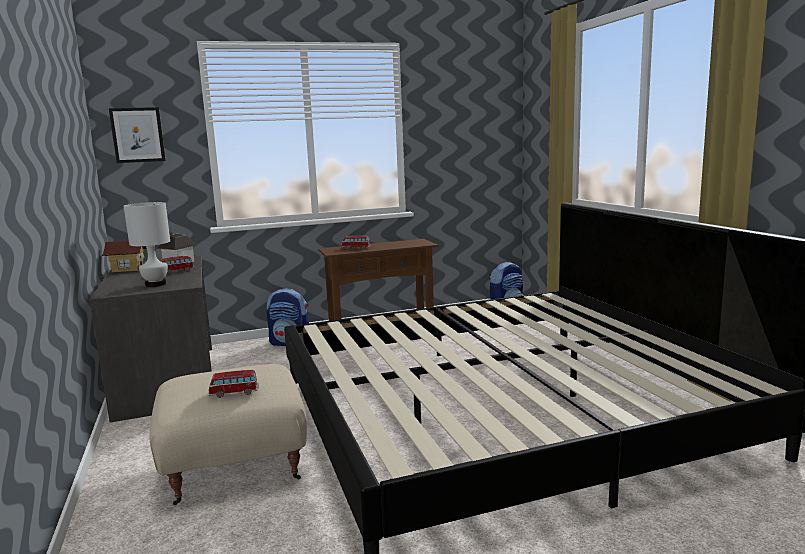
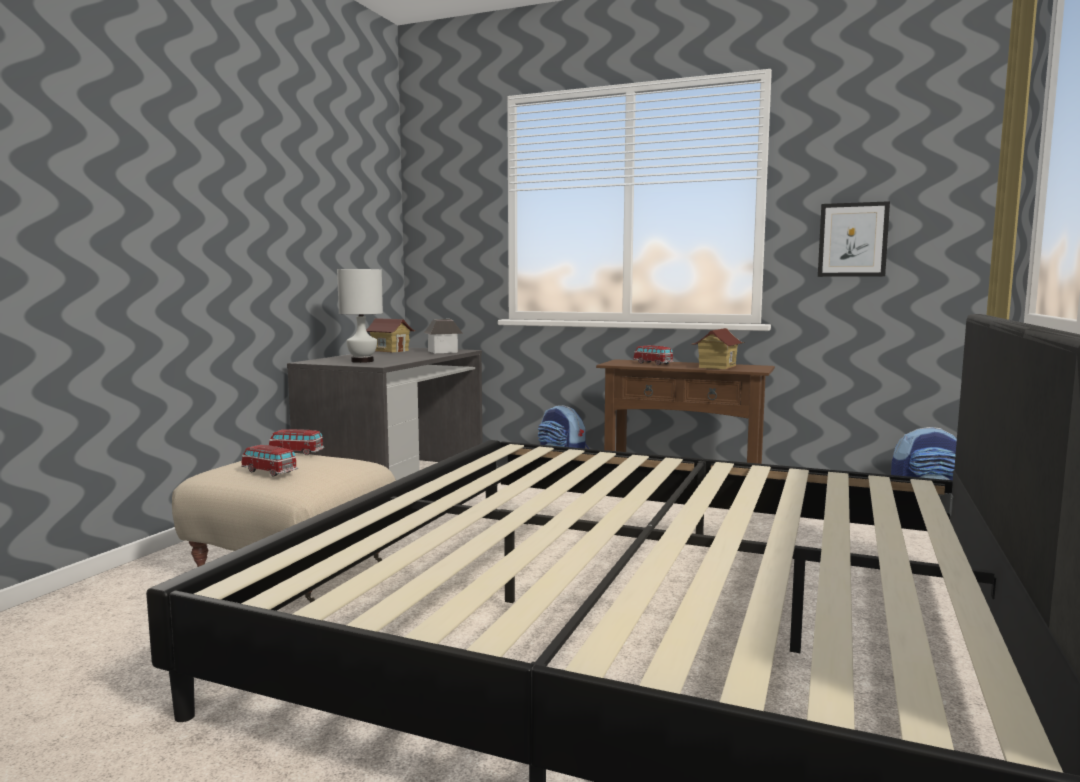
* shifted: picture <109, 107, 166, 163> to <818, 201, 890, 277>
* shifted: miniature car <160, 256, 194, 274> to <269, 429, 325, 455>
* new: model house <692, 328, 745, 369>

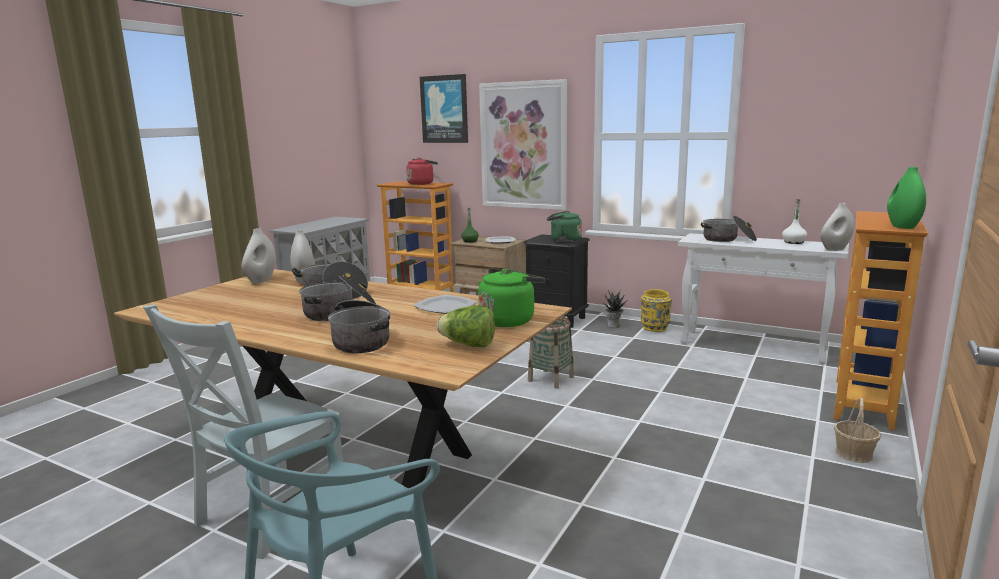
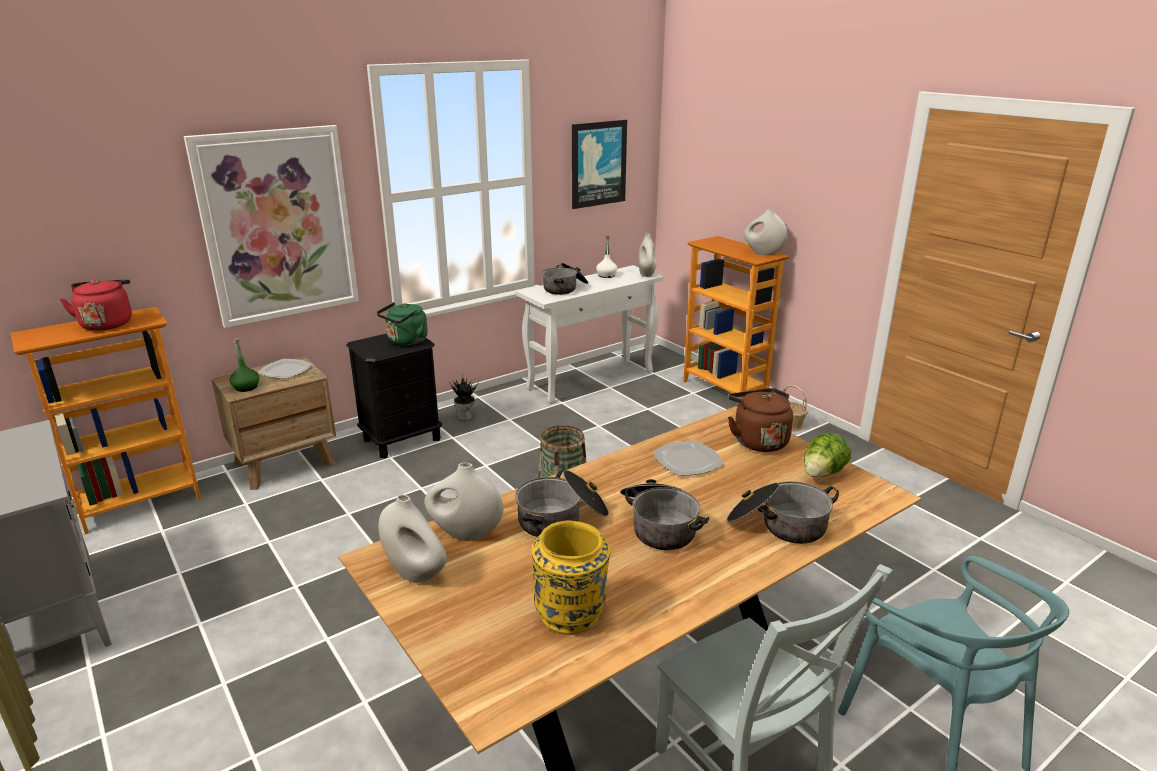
* shifted: picture <420, 74, 468, 143> to <572, 120, 627, 209>
* repainted: greenish flower vase <887, 167, 926, 229> to white-coloured flower vase <744, 209, 788, 255>
* repainted: greenish water kettle <478, 268, 545, 327> to brown water kettle <728, 388, 793, 452>
* shifted: yellow flower vase <641, 289, 672, 332> to <532, 521, 610, 635>

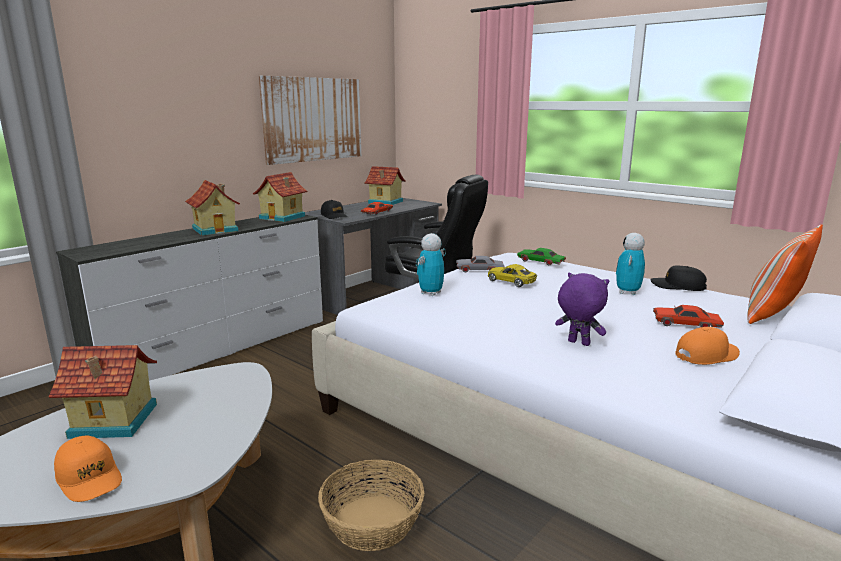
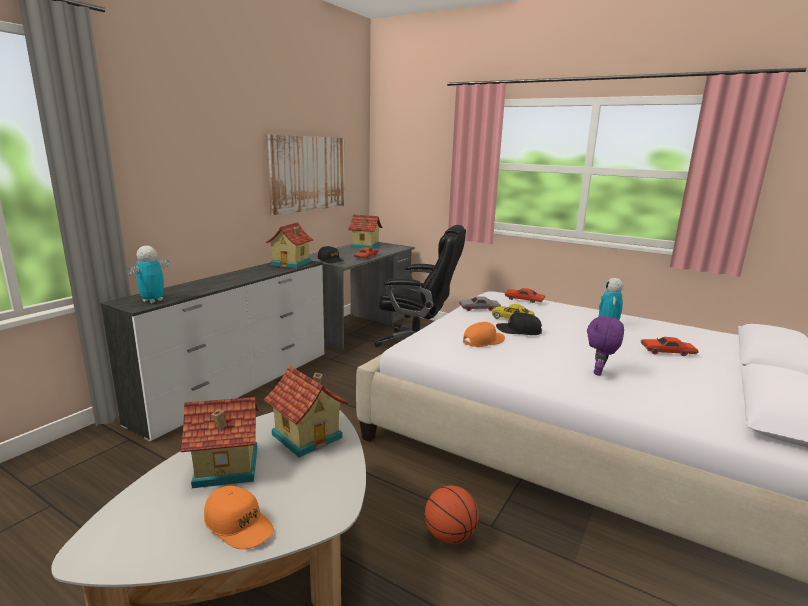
* shifted: model house <185, 180, 240, 236> to <264, 365, 348, 457>
* gone: throw pillow <748, 224, 823, 324>
* shifted: robot figure <416, 233, 446, 296> to <126, 246, 169, 303>
* repainted: greenish miniature car <517, 248, 566, 265> to red miniature car <505, 288, 545, 303>
* shifted: black cap <651, 265, 707, 291> to <496, 313, 542, 335>
* rotated: purplish cuddly toy <555, 273, 609, 346> = <587, 315, 624, 376> 90 degrees counterclockwise
* shifted: orange cap <675, 327, 740, 365> to <463, 322, 505, 347>
* swapped: household basket <318, 460, 424, 551> to ball for basketball <425, 485, 479, 544>

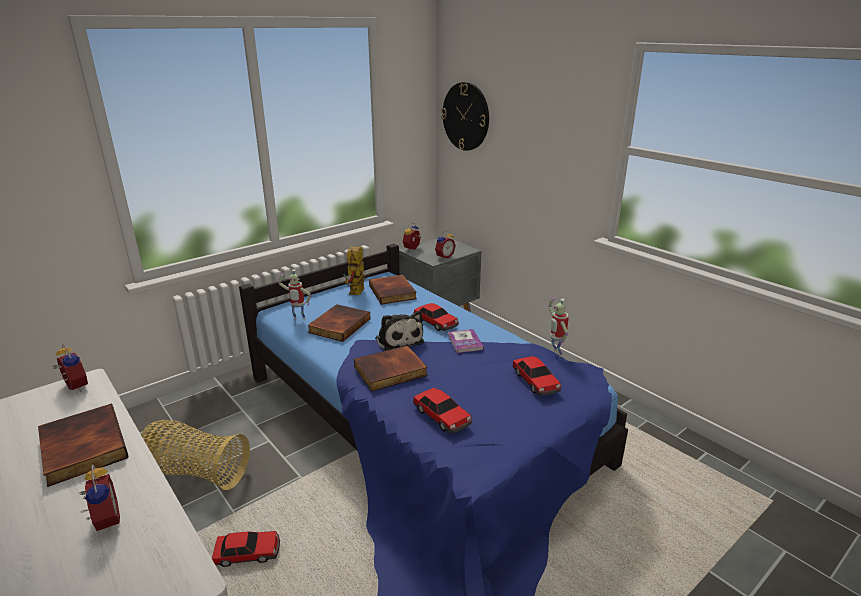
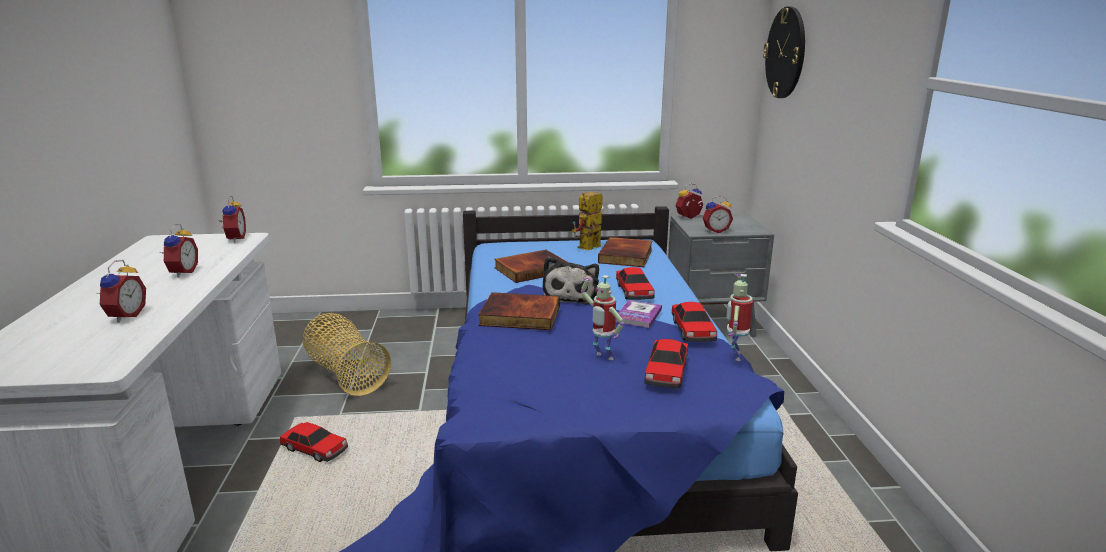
* shifted: robot figure <278, 270, 311, 320> to <581, 275, 624, 360>
* shifted: miniature car <413, 388, 472, 433> to <672, 302, 717, 342>
* swapped: book <38, 403, 129, 487> to bedside clock <160, 224, 198, 278>

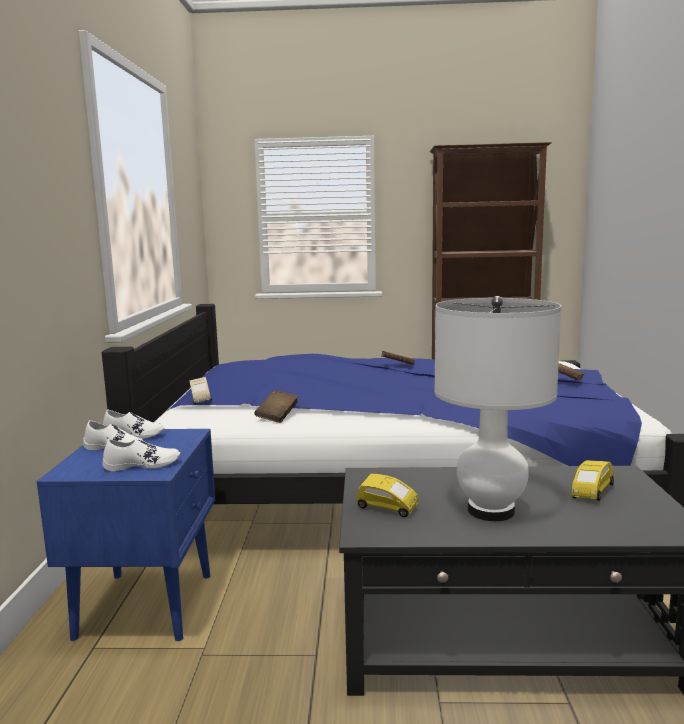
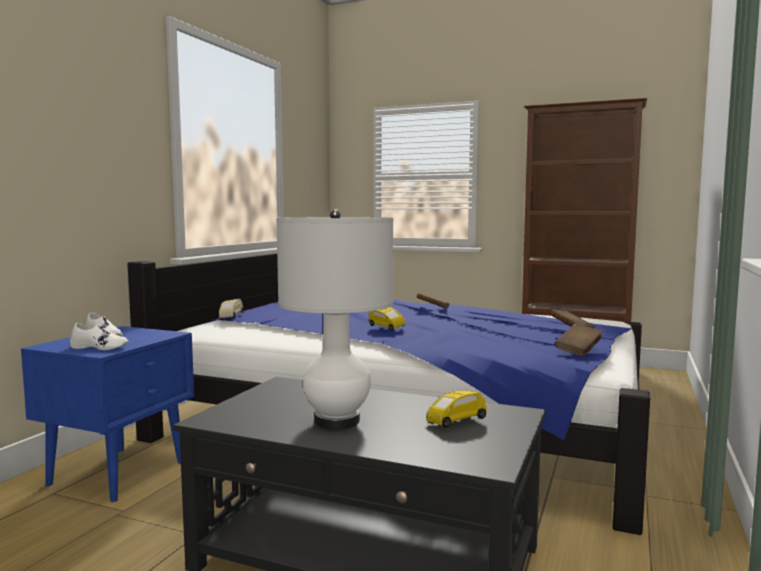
* shifted: brown book <255, 390, 298, 423> to <555, 323, 603, 356>
* gone: white-coloured low shoe <103, 410, 165, 439>
* shifted: yellow miniature car <356, 474, 419, 517> to <369, 307, 406, 331>

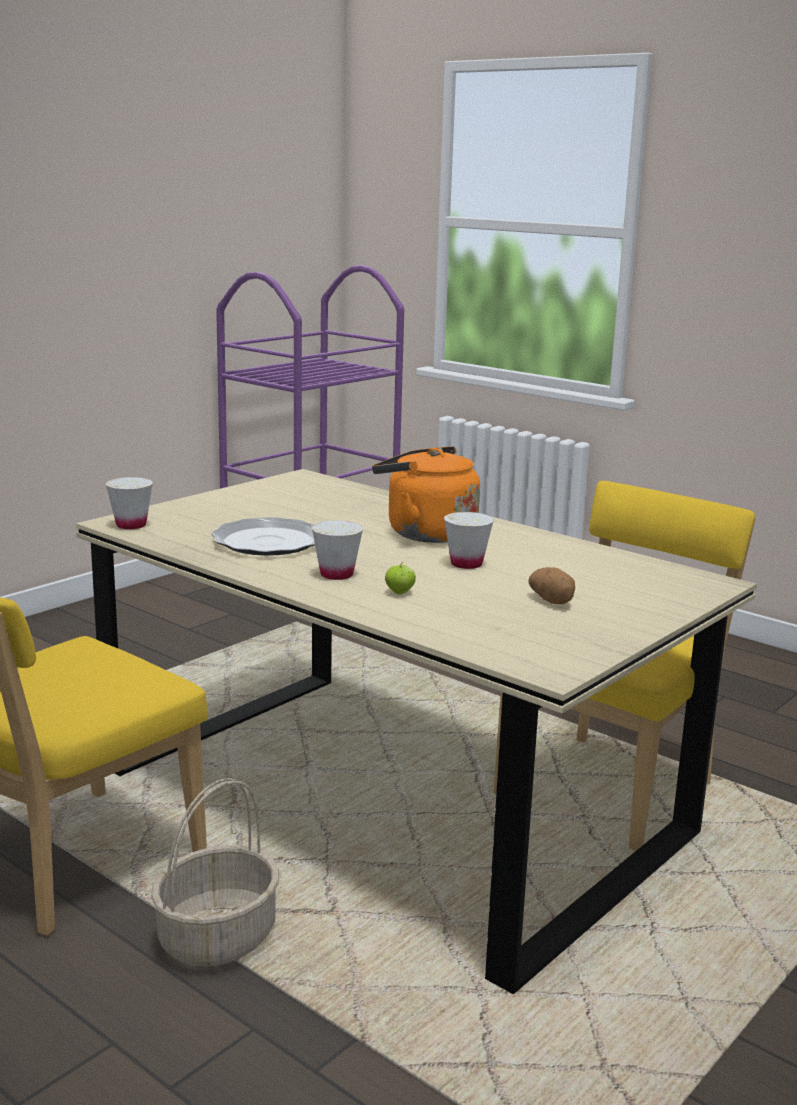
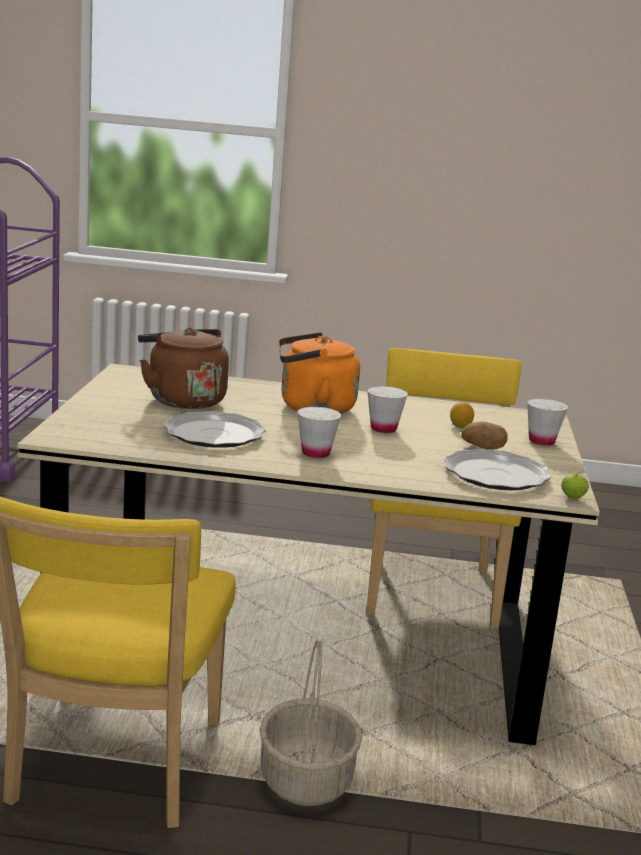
* shifted: white-coloured cup <106, 477, 153, 529> to <527, 398, 568, 445>
* shifted: apple <385, 562, 416, 594> to <561, 472, 589, 500>
* new: brown water kettle <138, 327, 229, 409>
* new: whole lemon <450, 402, 474, 428>
* new: plate <444, 449, 551, 490>

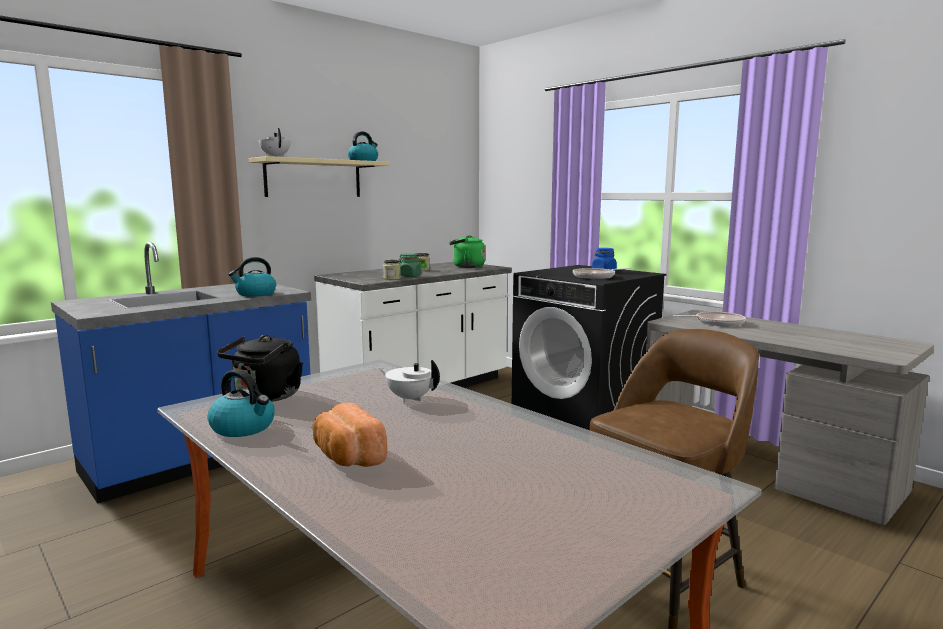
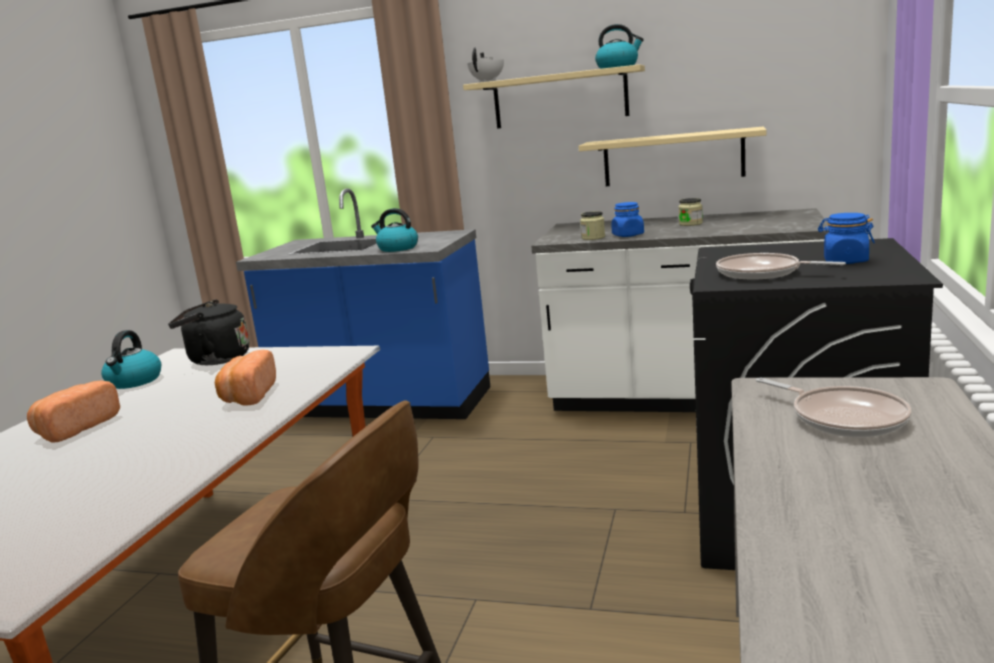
* gone: greenish water kettle <449, 235, 485, 268>
* repainted: greenish preserve jar <399, 253, 422, 277> to blue-coloured preserve jar <611, 202, 644, 237>
* swapped: white-coloured tea pot <379, 360, 440, 402> to bakery bread <215, 350, 276, 405>
* new: beige wall shelf <578, 127, 766, 186>

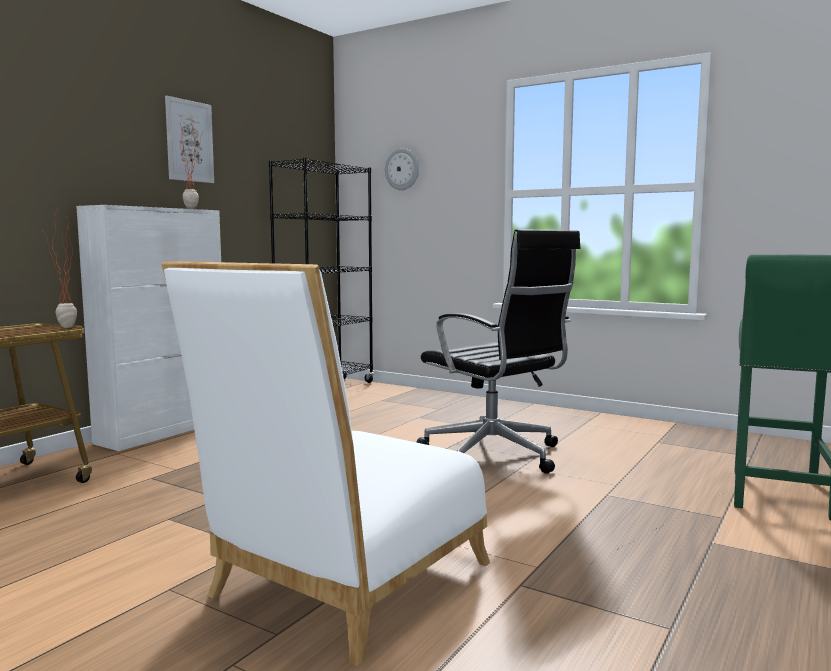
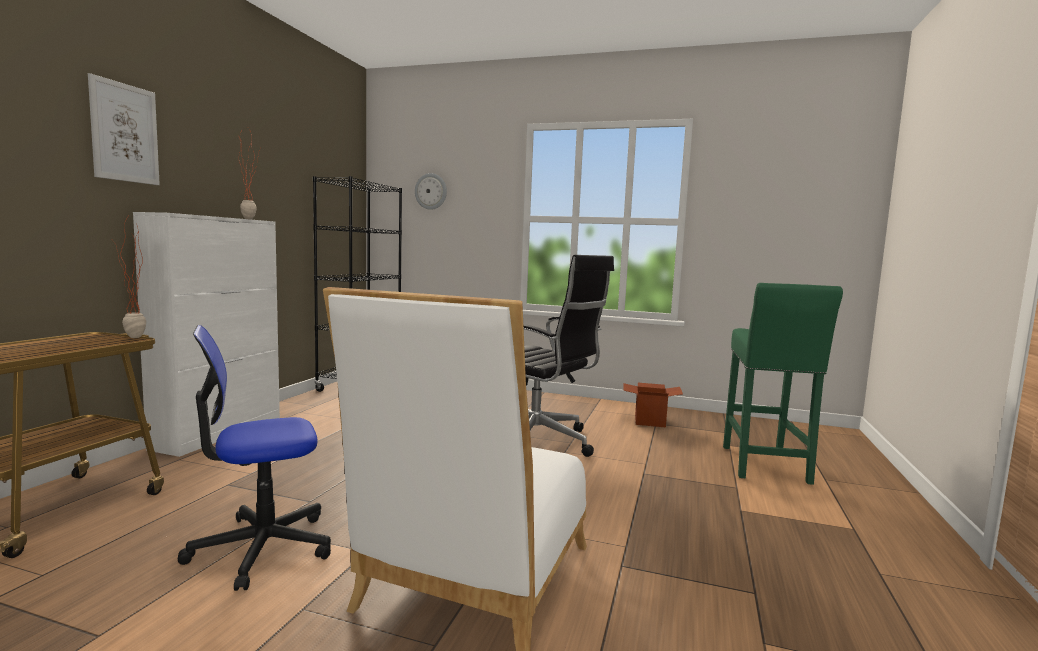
* shifted: picture <165, 96, 214, 183> to <88, 73, 160, 185>
* new: computer chair <177, 325, 331, 591>
* new: packing box <624, 383, 683, 428>

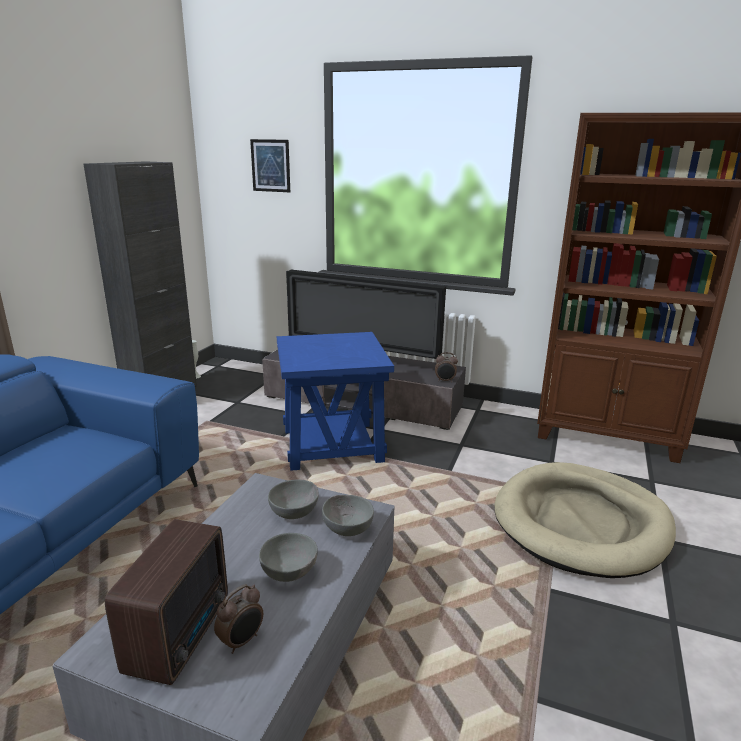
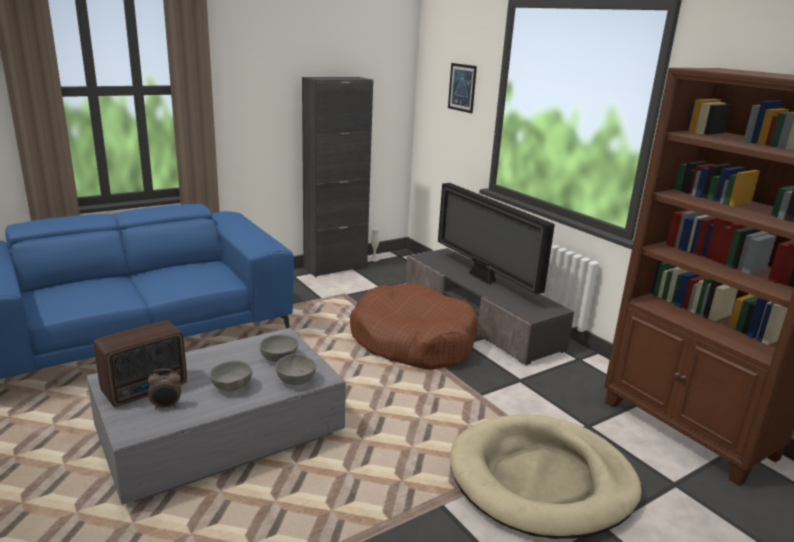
* swapped: blue-coloured end table <277, 332, 394, 471> to brown dog cushion <350, 284, 478, 370>
* gone: bedside clock <435, 352, 458, 382>

